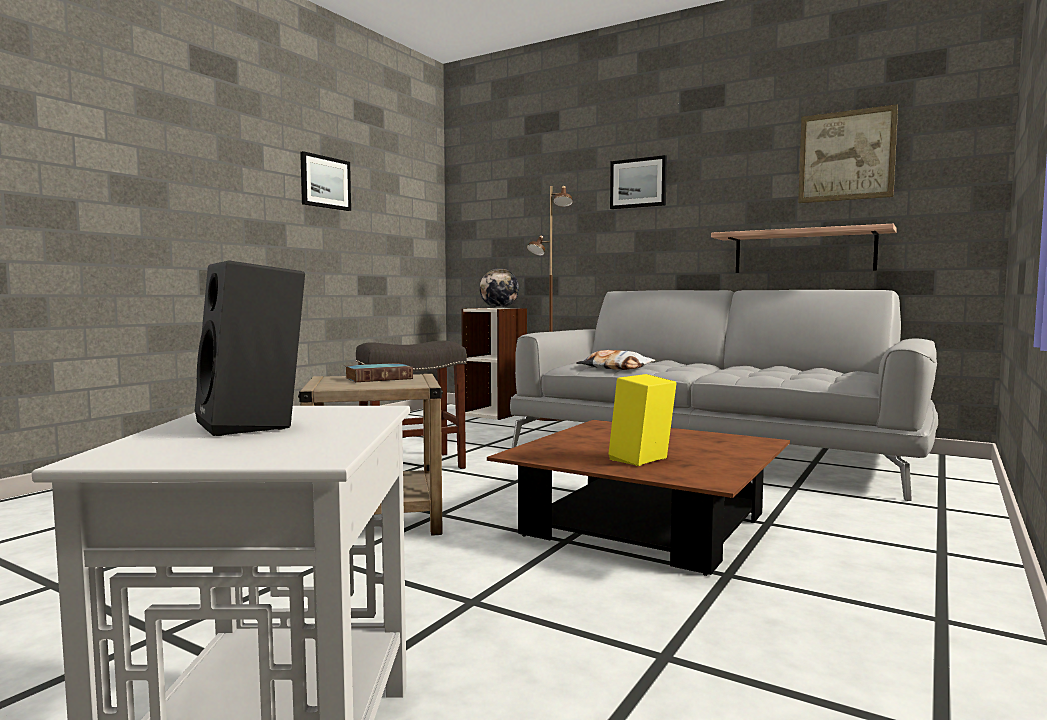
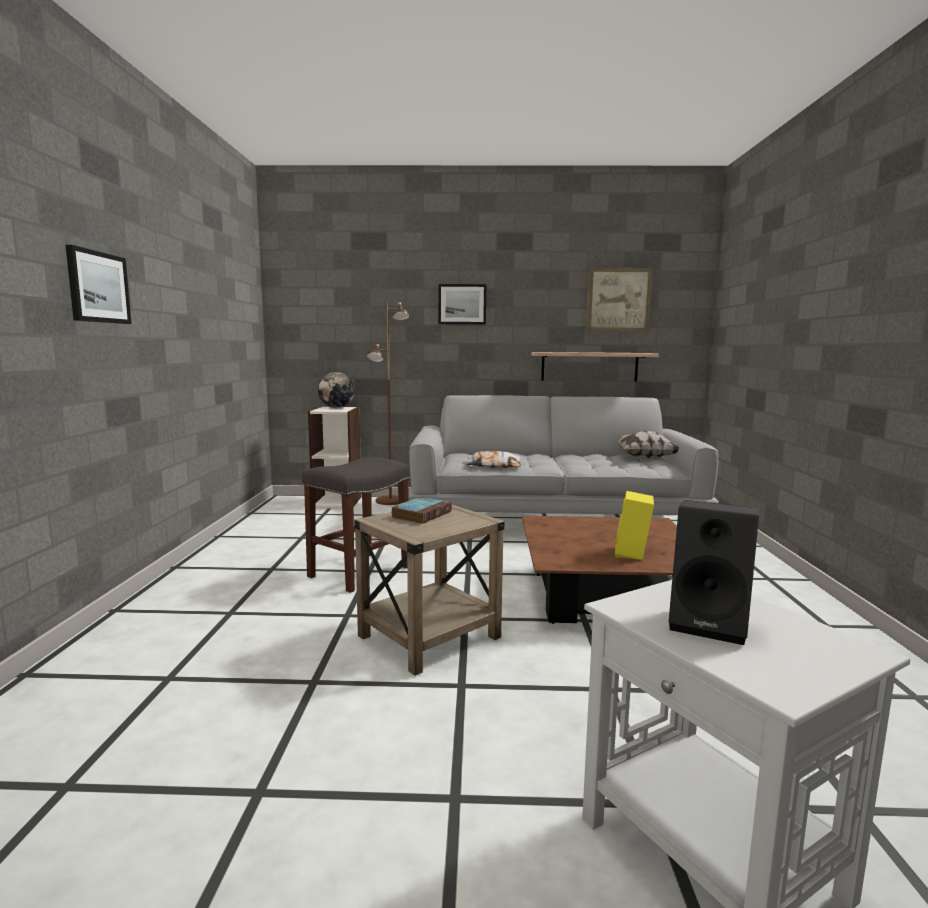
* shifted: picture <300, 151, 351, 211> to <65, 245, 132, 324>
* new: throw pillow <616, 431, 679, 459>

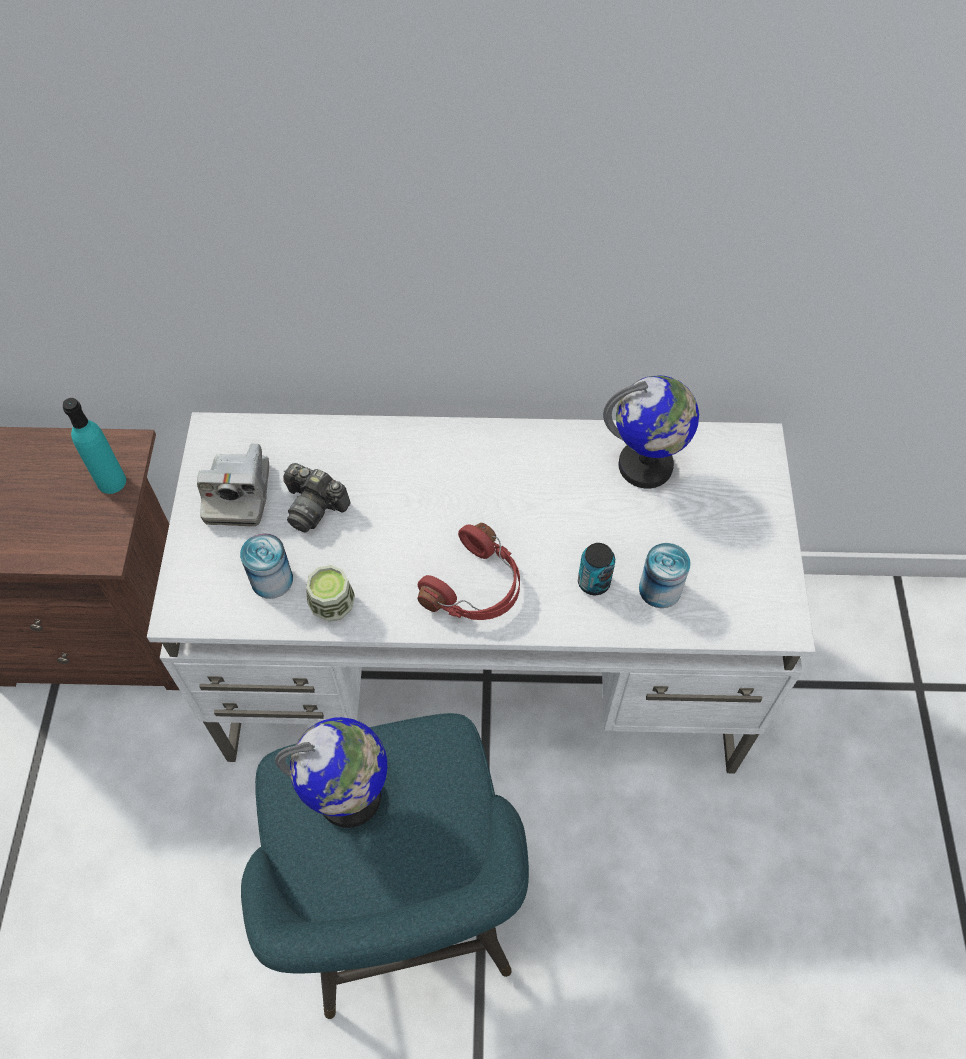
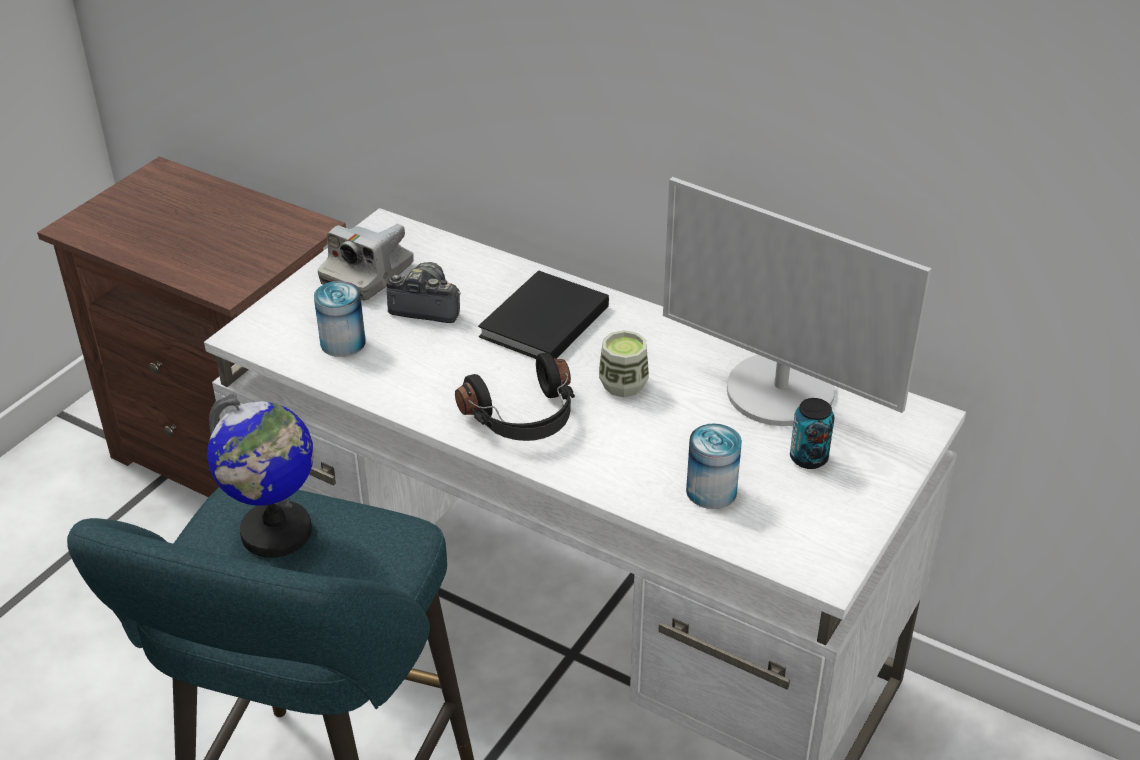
* swapped: desk globe <603, 375, 699, 488> to monitor <663, 177, 931, 426>
* gone: turquoise-coloured drink bottle <63, 398, 126, 494>
* rotated: photo camera <283, 463, 350, 533> = <386, 262, 461, 323> 135 degrees clockwise
* repainted: red pair of headphones <417, 523, 520, 620> to black pair of headphones <455, 353, 575, 441>
* shifted: sealed can <578, 543, 615, 595> to <790, 398, 834, 469>
* shifted: cup <306, 565, 355, 622> to <599, 330, 649, 397>
* new: black book <478, 270, 609, 359>

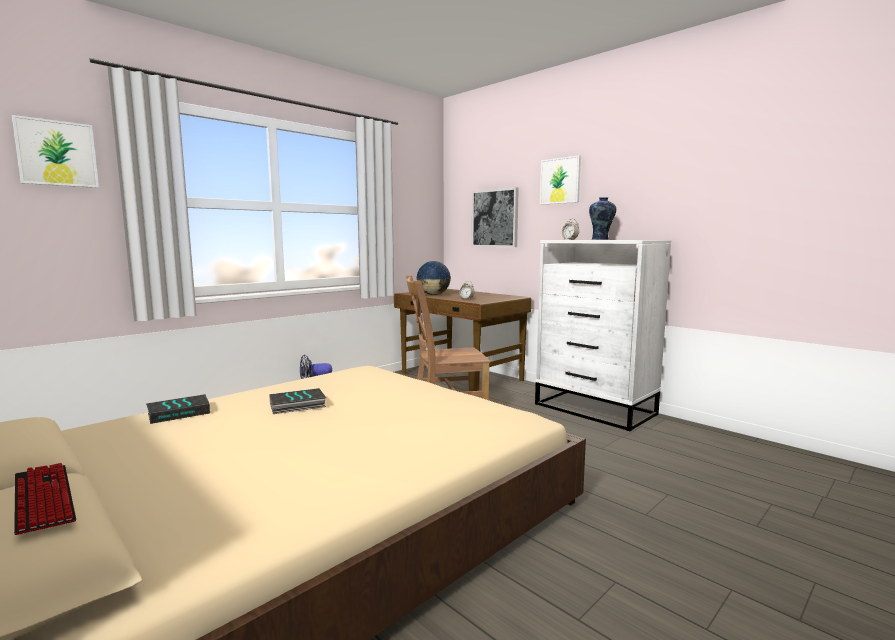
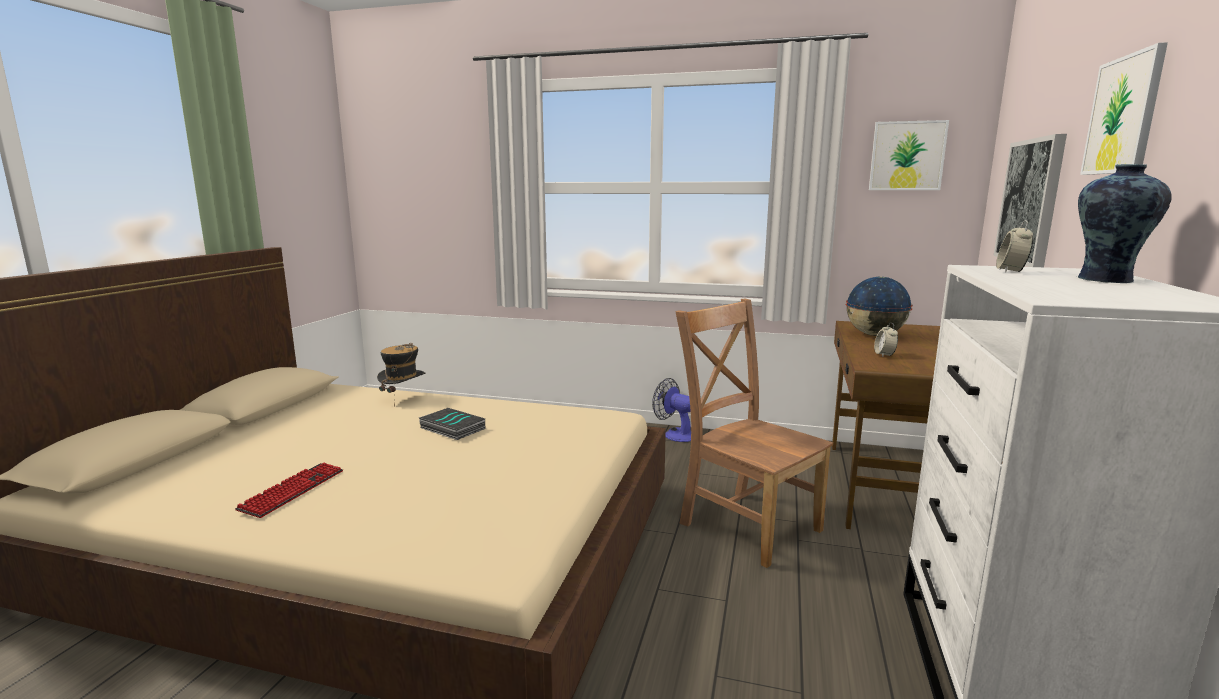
* shifted: picture <12, 115, 99, 188> to <869, 120, 949, 190>
* swapped: book <146, 394, 210, 424> to hat <377, 343, 426, 406>
* shifted: computer keyboard <14, 463, 76, 535> to <235, 463, 343, 518>

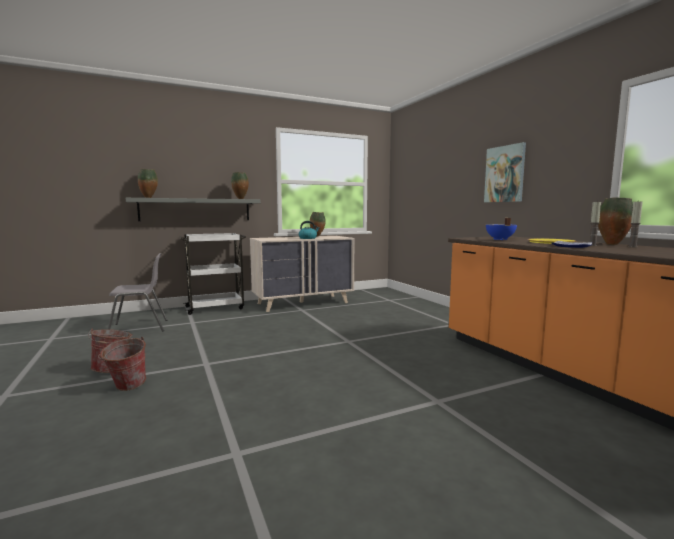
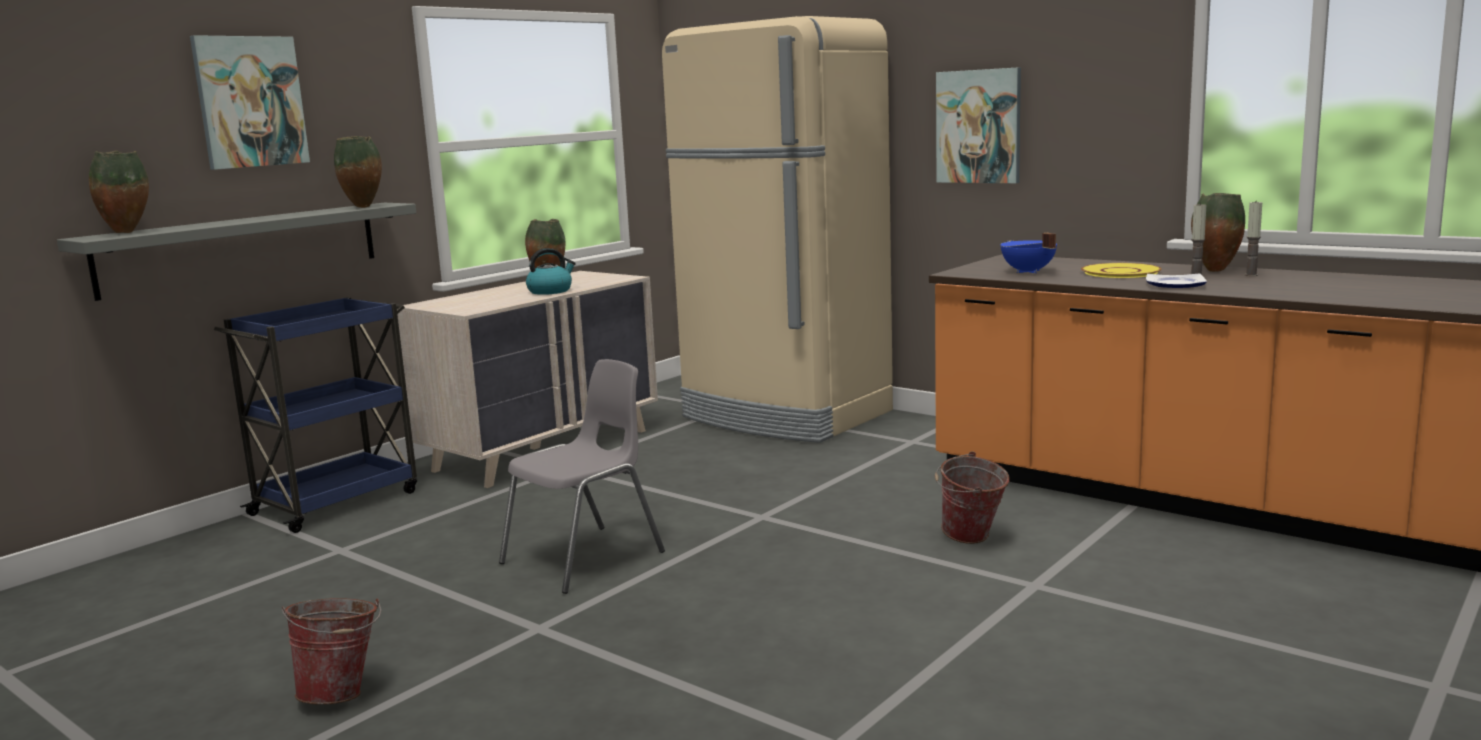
* repainted: white-coloured wheeled cart <179, 233, 246, 315> to blue-coloured wheeled cart <214, 297, 417, 533>
* shifted: greyish upright chair <108, 253, 167, 332> to <499, 359, 665, 594>
* shifted: water bucket <98, 337, 146, 391> to <935, 451, 1010, 544>
* new: beige refrigerator <662, 16, 893, 443>
* new: picture <190, 35, 310, 170>

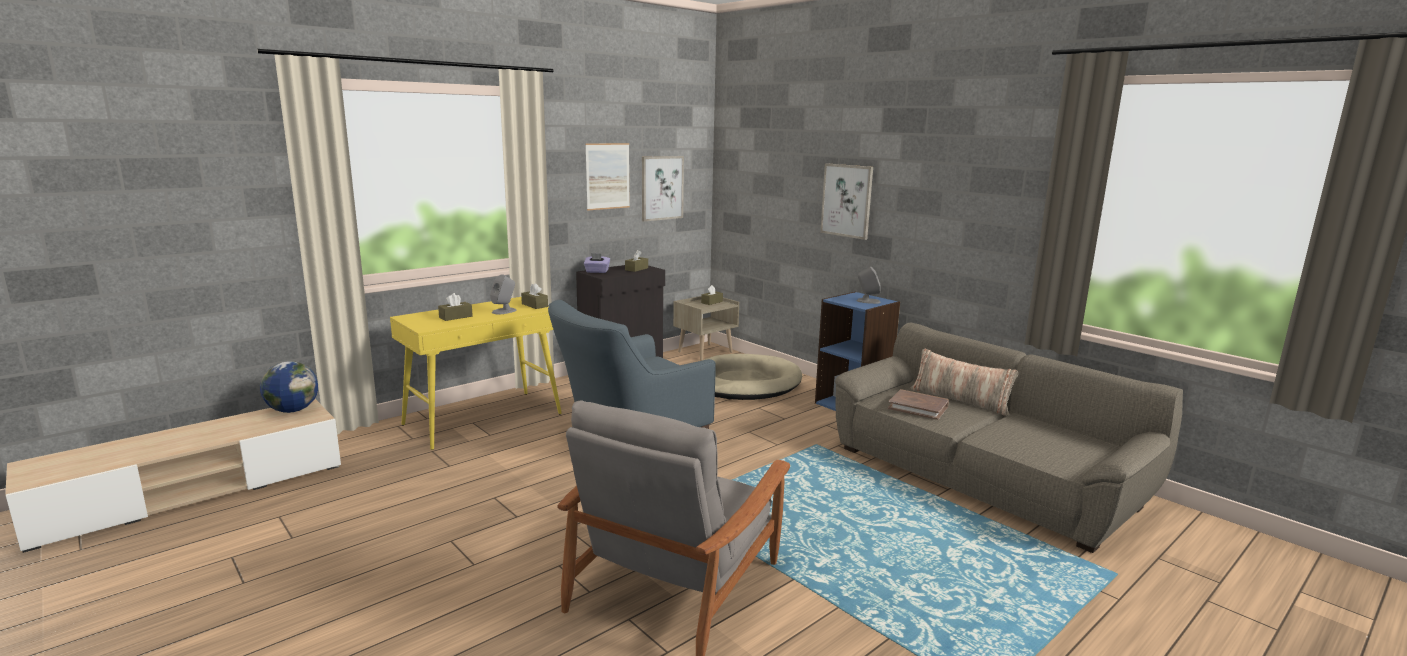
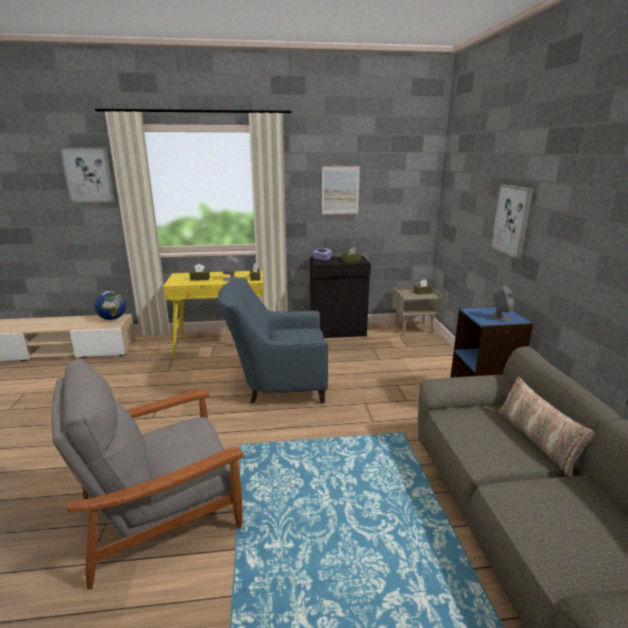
* shifted: picture <642, 156, 684, 222> to <59, 147, 115, 203>
* gone: beige dog cushion <704, 354, 802, 400>
* gone: brown book <888, 389, 949, 420>

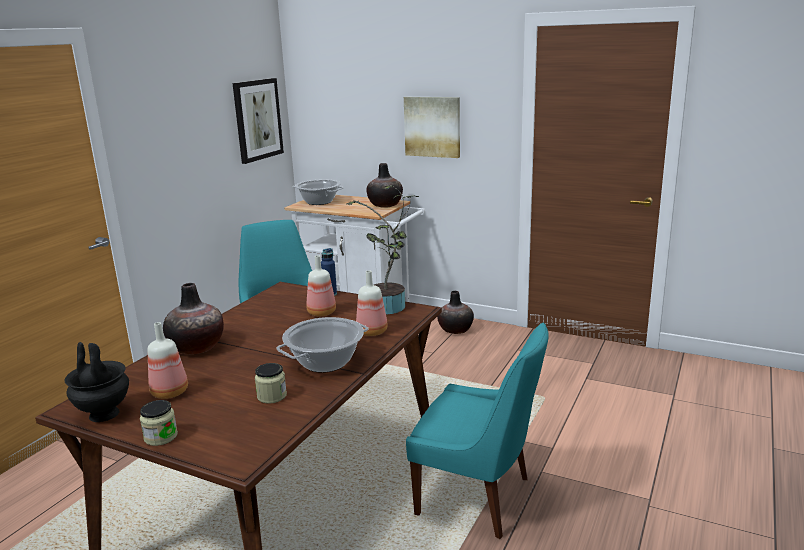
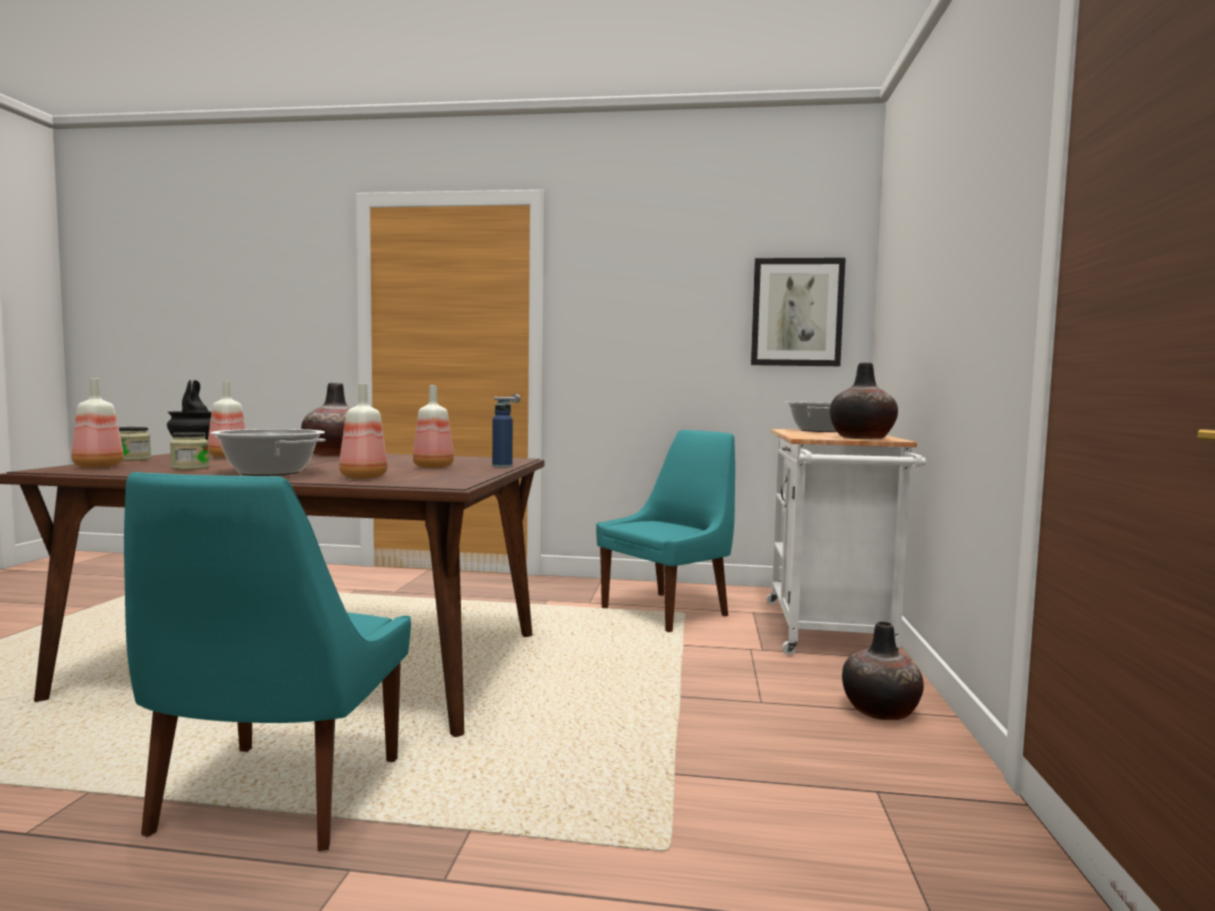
* gone: picture <404, 97, 460, 158>
* gone: houseplant <346, 185, 419, 314>
* new: drink bottle <71, 378, 124, 468>

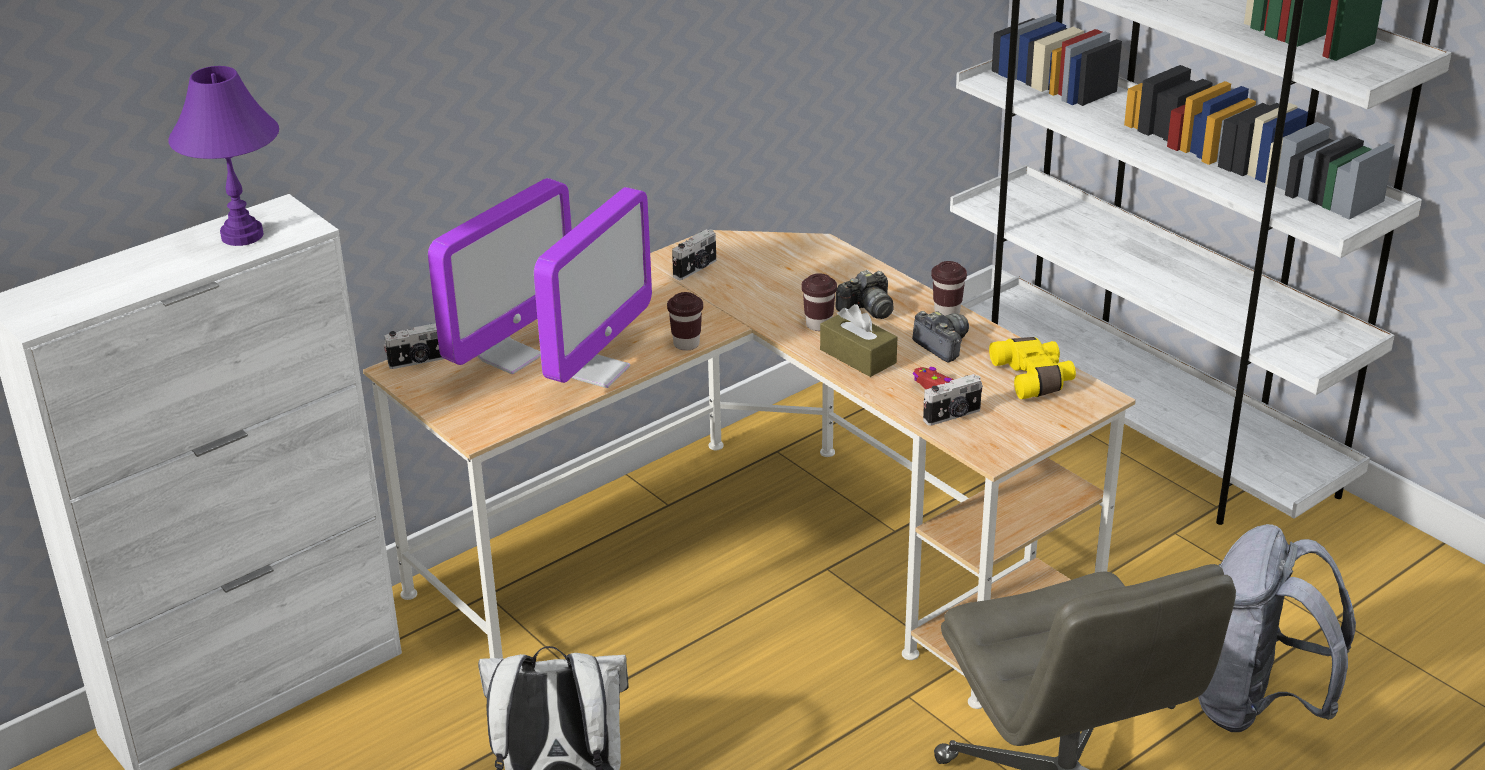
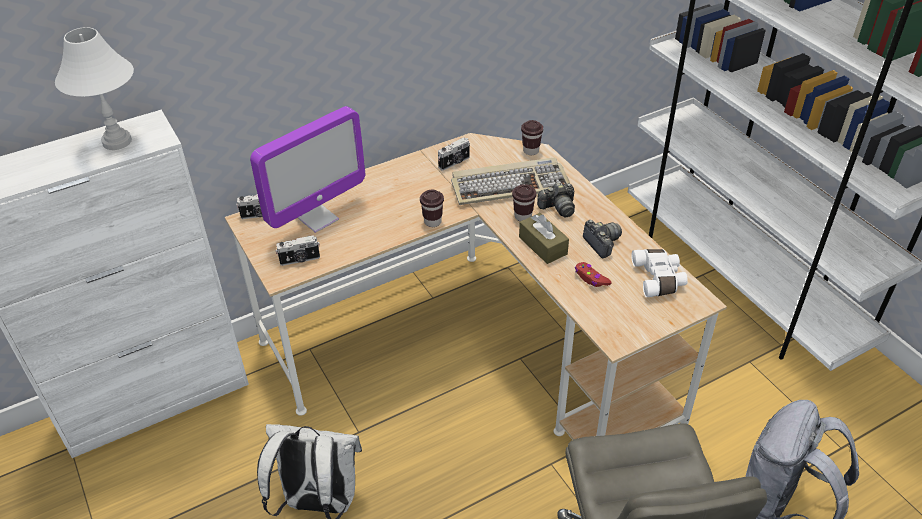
* repainted: purplish lamp for a table <168, 66, 279, 246> to white-coloured lamp for a table <55, 27, 134, 150>
* gone: monitor <534, 187, 652, 388>
* shifted: brown cup <931, 261, 967, 316> to <521, 120, 543, 155>
* repainted: yellow field glasses <989, 337, 1076, 399> to white-coloured field glasses <632, 249, 688, 297>
* shifted: photo camera <923, 374, 983, 426> to <276, 235, 320, 266>
* new: computer keyboard <451, 158, 570, 205>

